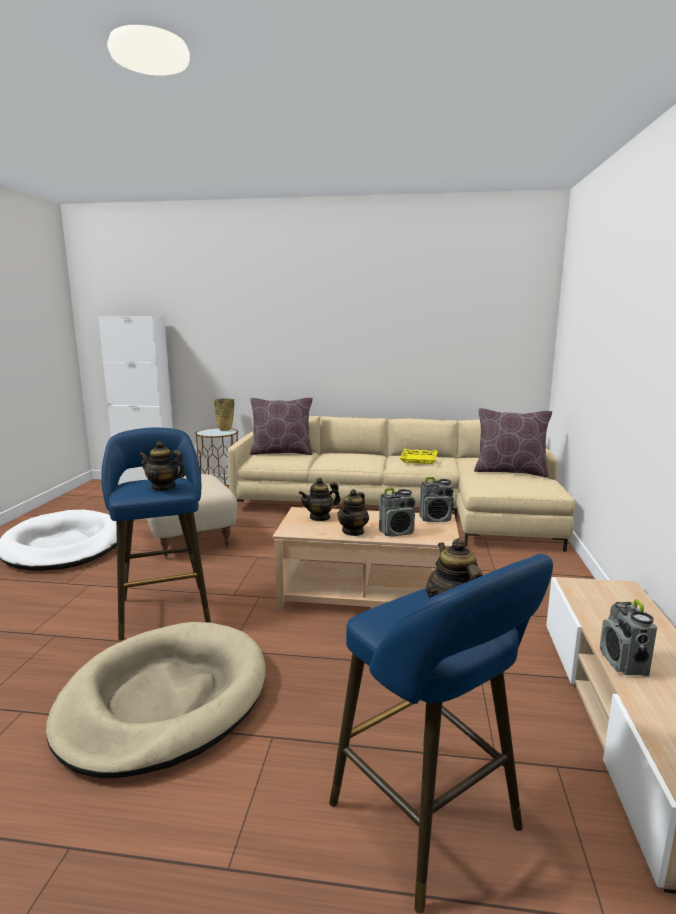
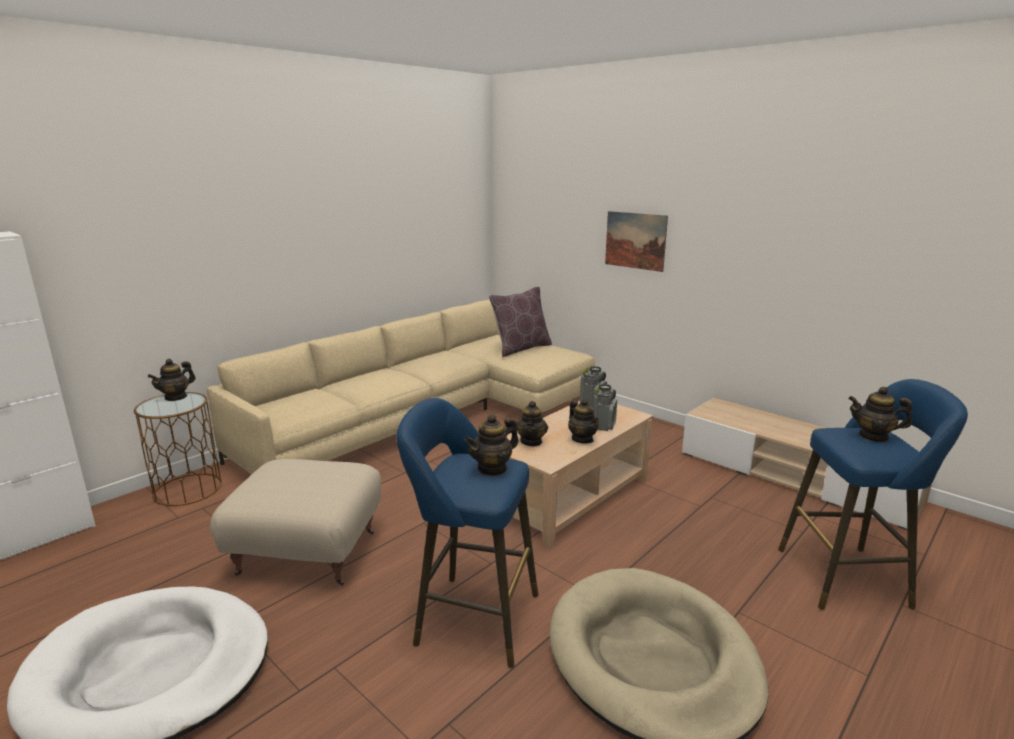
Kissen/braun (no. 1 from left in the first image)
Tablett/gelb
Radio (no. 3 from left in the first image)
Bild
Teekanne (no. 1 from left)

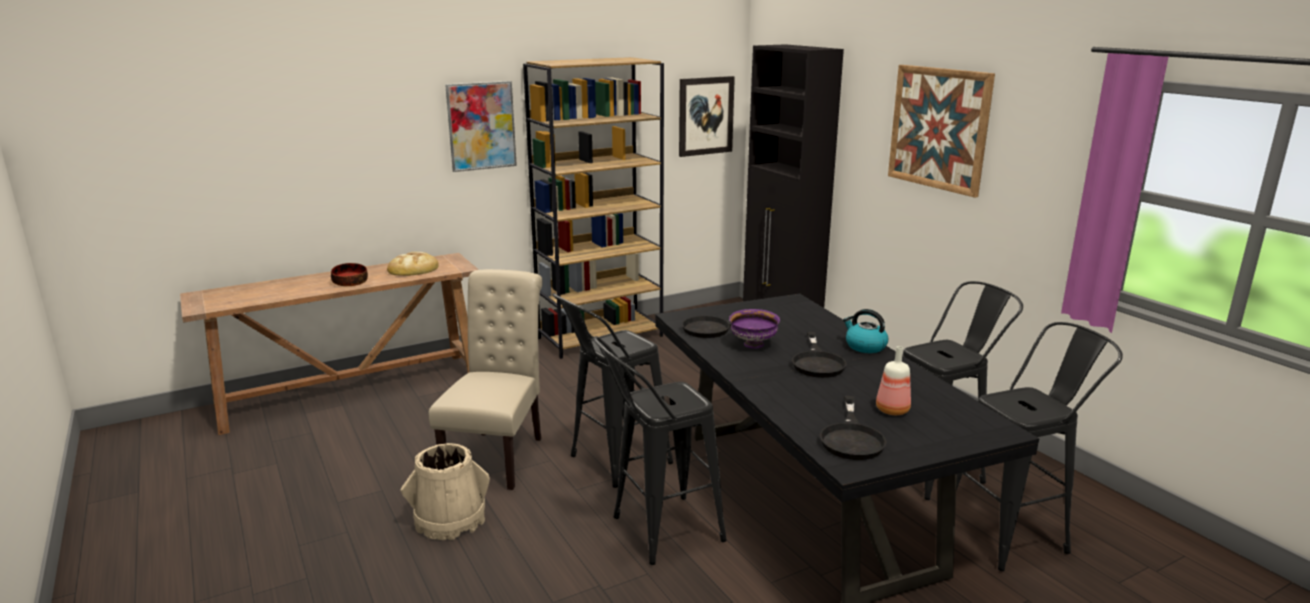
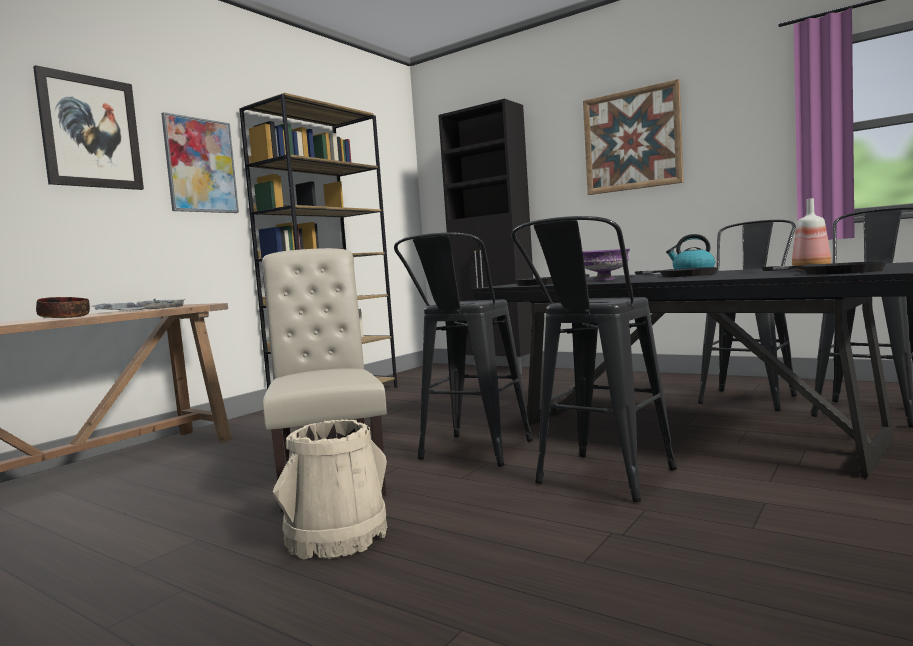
Bild (no. 1 from left)
Tablett/grau

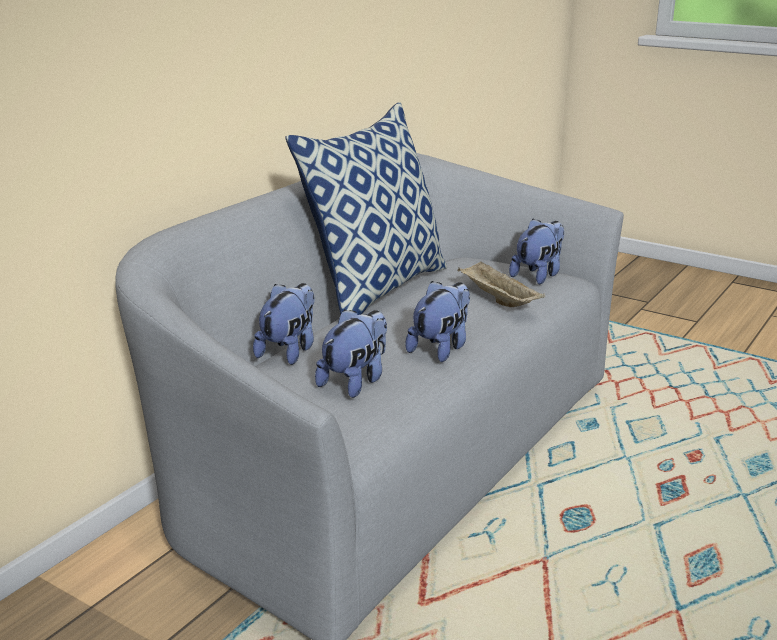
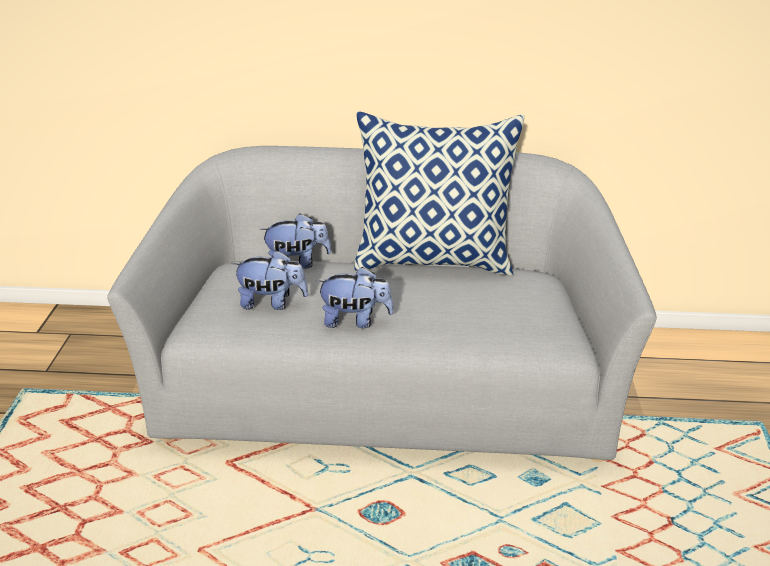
Tablett/beige
Plüschtier (no. 4 from left in the first image)

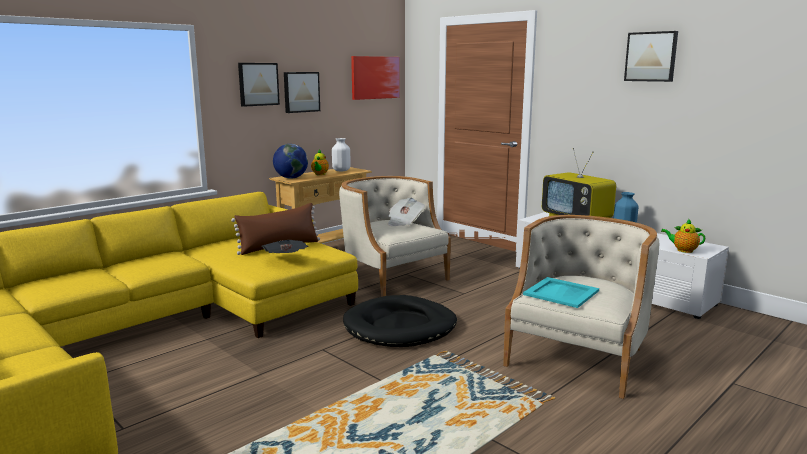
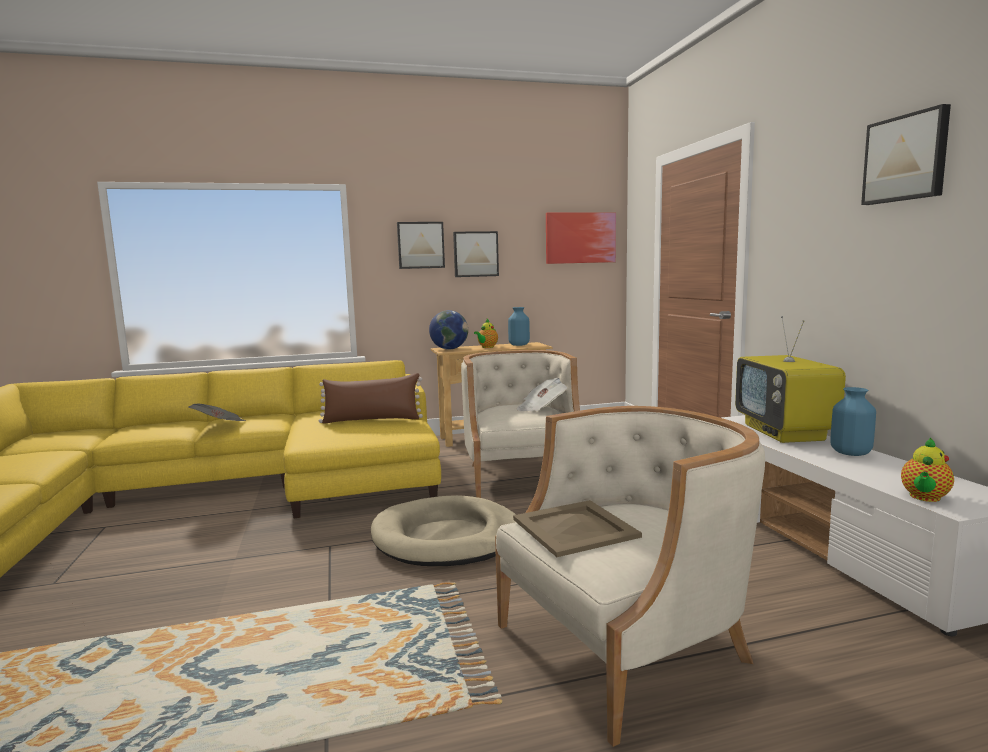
Zeitung (no. 1 from left)
Vase/blau (no. 1 from left)
Hundebett/beige
Tablett/beige
Teekanne (no. 2 from left)

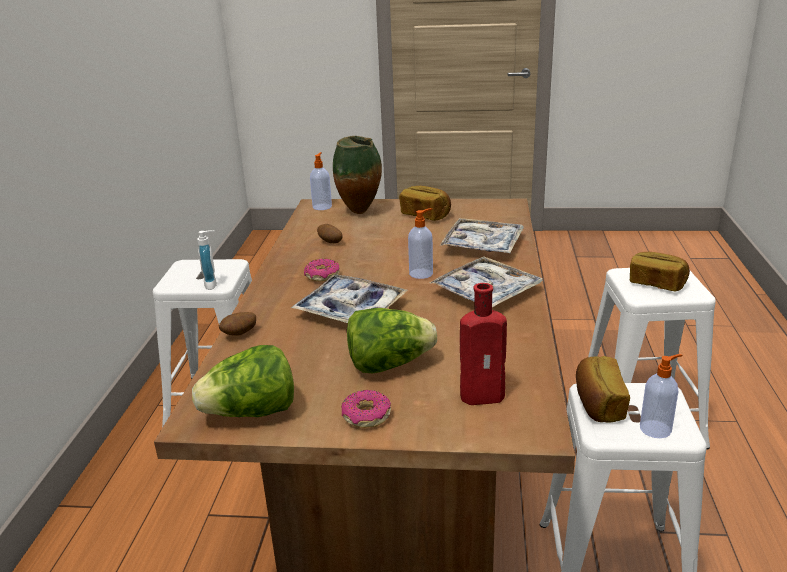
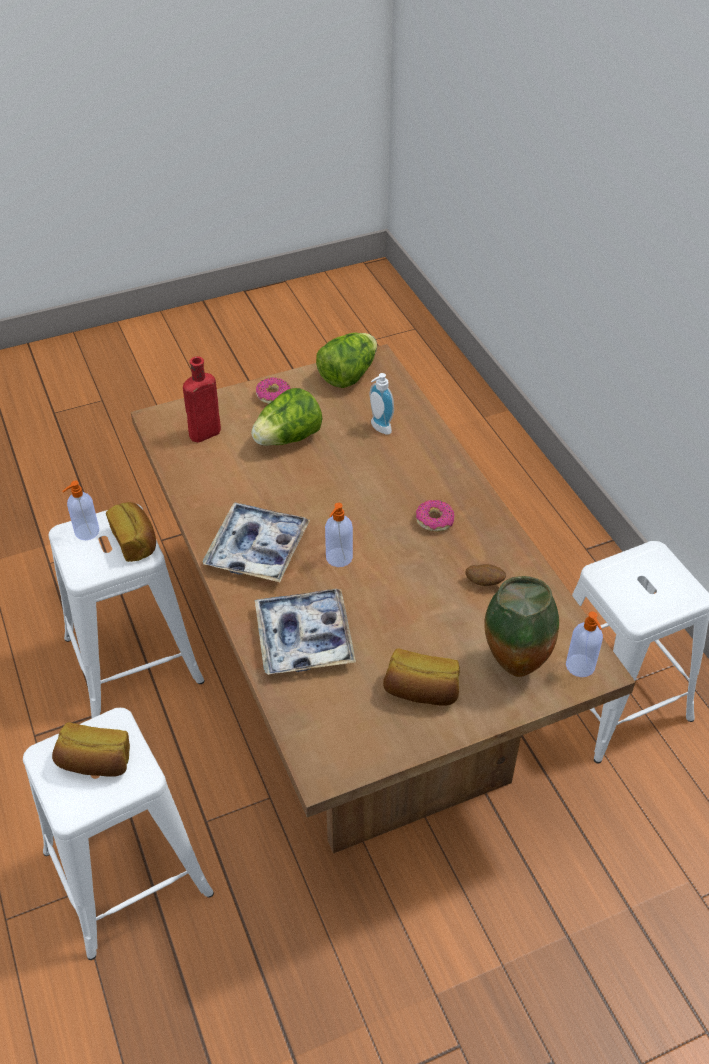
Kartoffel (no. 1 from left in the first image)
Tablett (no. 1 from left in the first image)
Seifenspender (no. 3 from left)

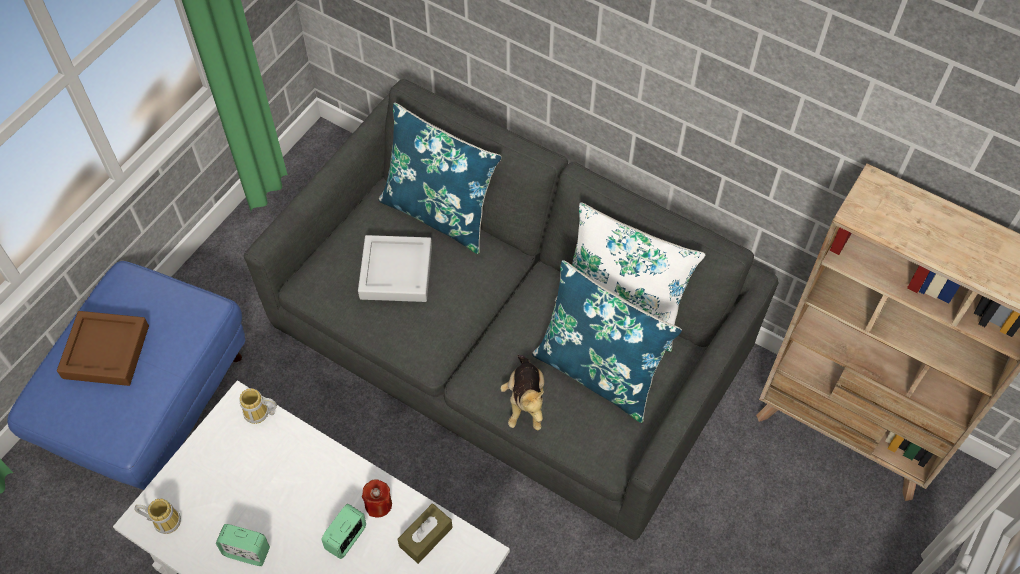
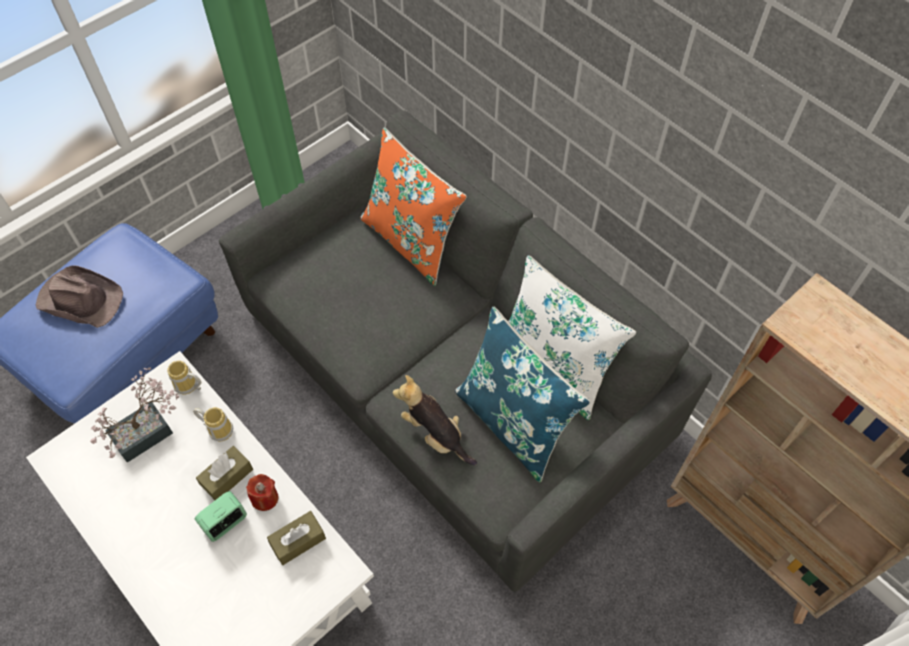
Wecker (no. 1 from left in the first image)
Tablett/grau
Topfpflanze
Taschentuchbox/braun (no. 1 from left)
Henkelbecher (no. 2 from left)
Hut/braun
Kissen/orange
Plüschtier

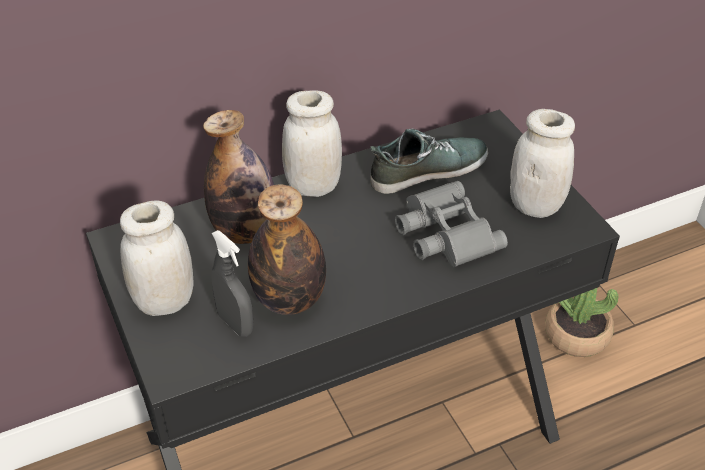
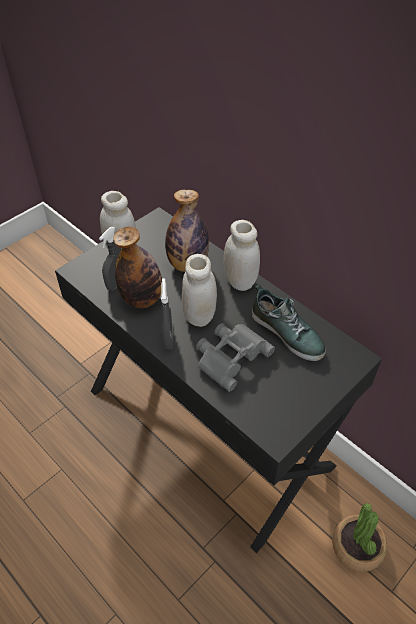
Sprühflasche/grau (no. 2 from left)
Vorratsglas/weiß (no. 2 from left)

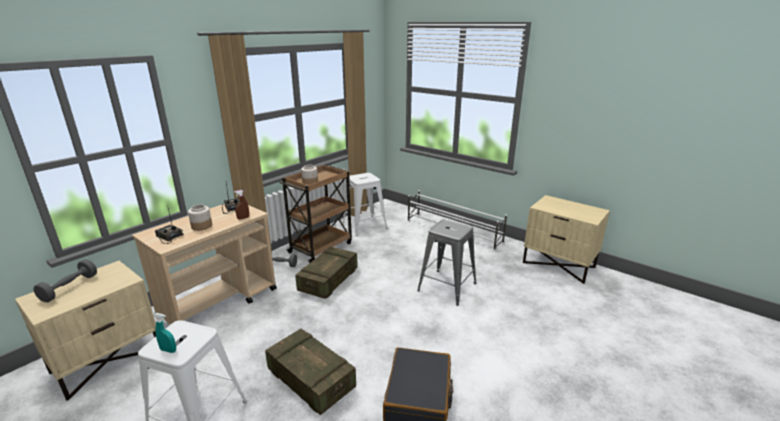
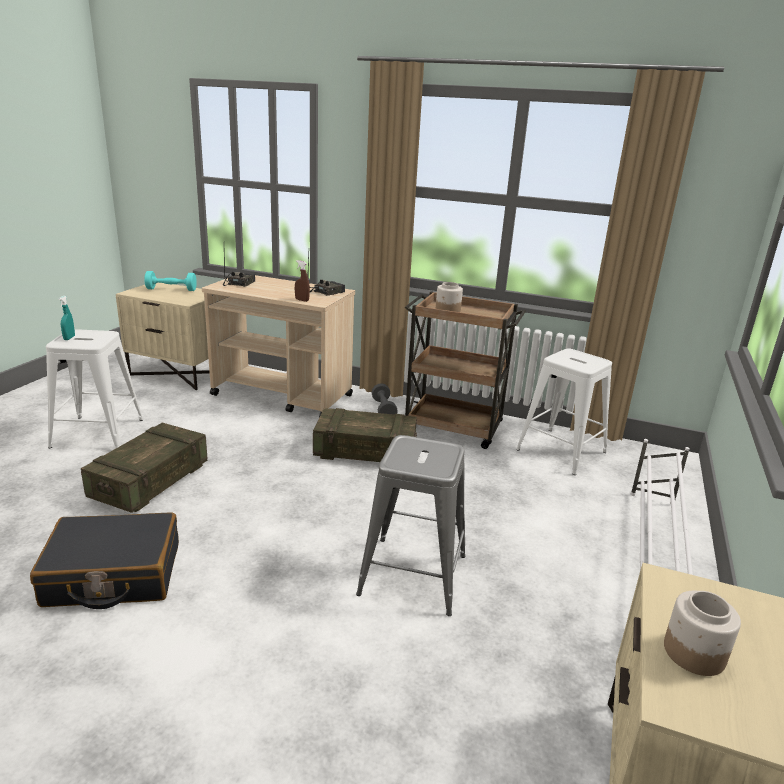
Vorratsglas (no. 2 from left)
Hantel/türkis

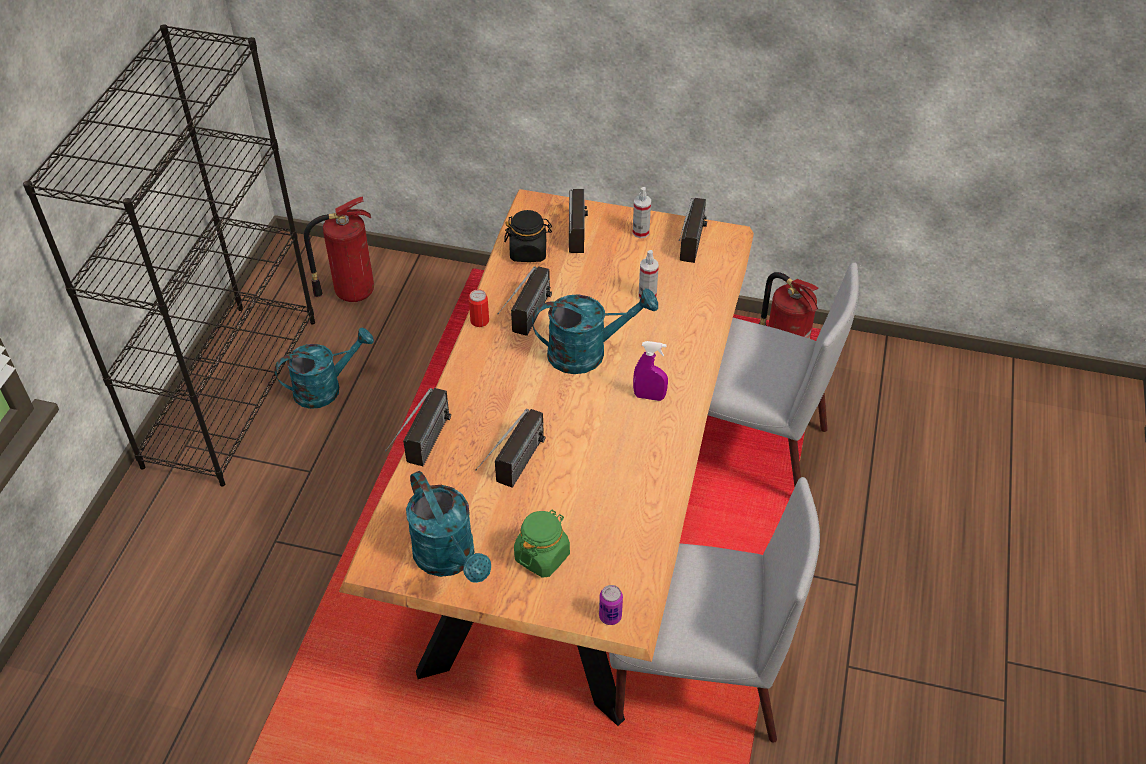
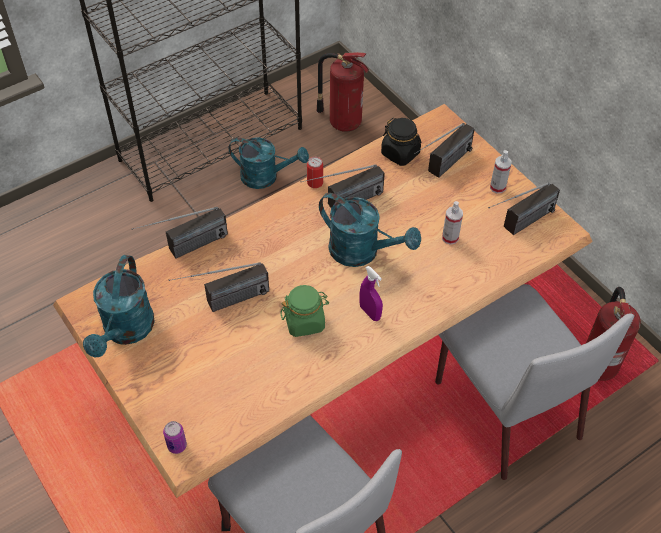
Vorratsglas/grün

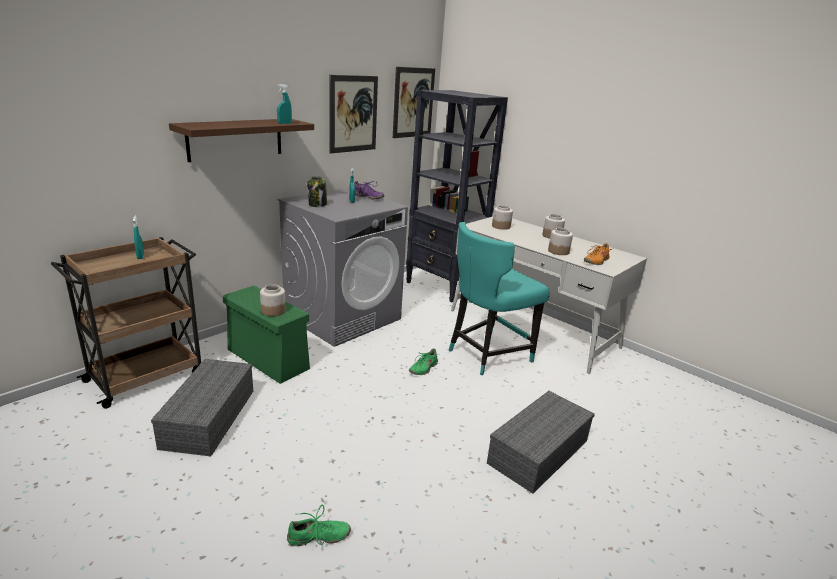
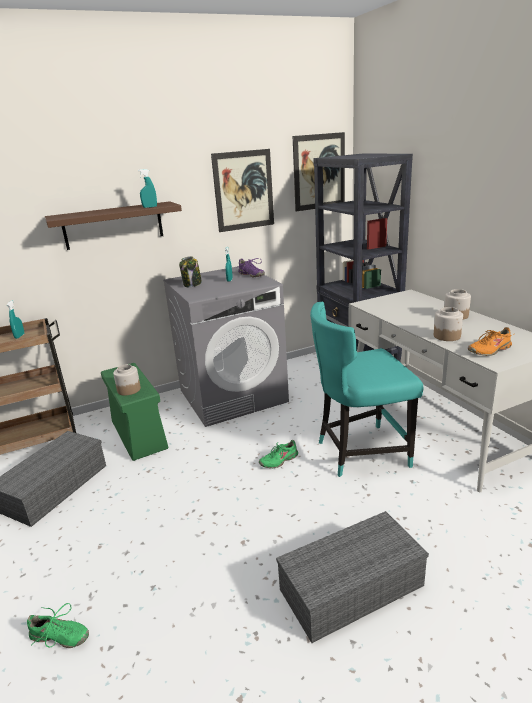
Vorratsglas (no. 3 from left in the first image)

